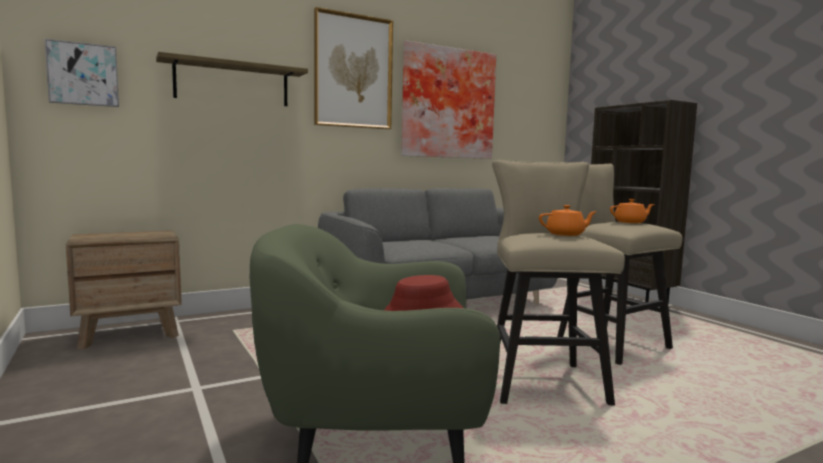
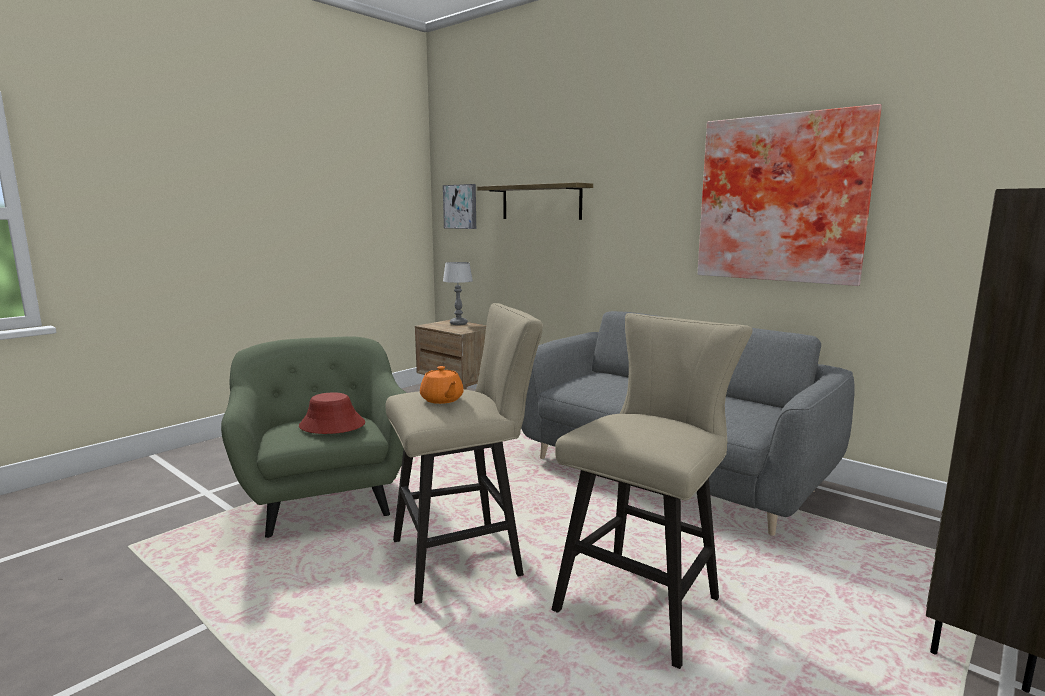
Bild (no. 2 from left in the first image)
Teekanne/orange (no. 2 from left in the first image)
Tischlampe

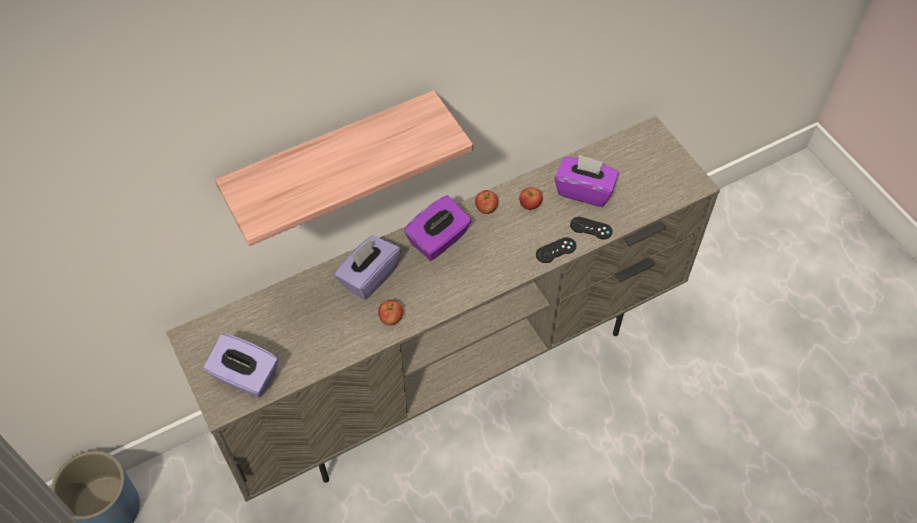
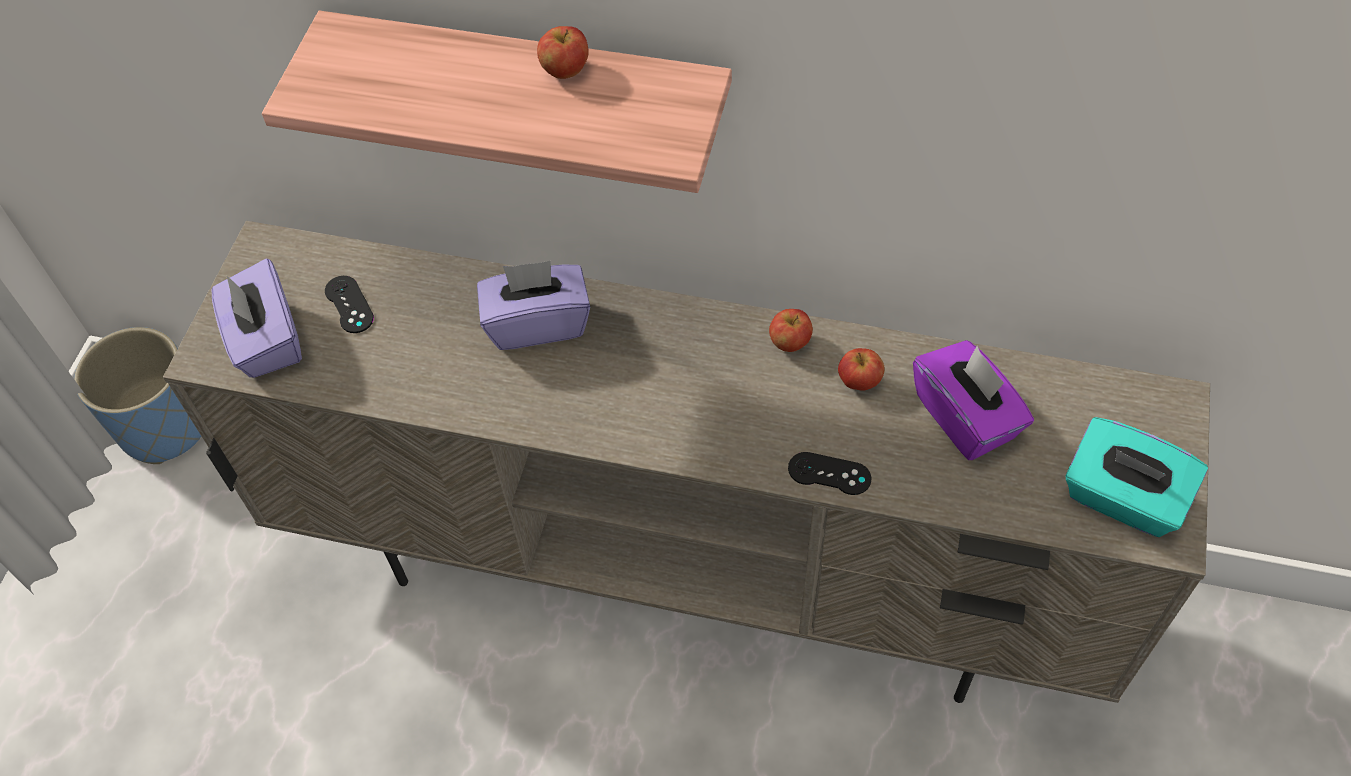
Taschentuchbox/lila (no. 3 from left in the first image)
Taschentuchbox/türkis
Apfel (no. 1 from left)
Gamepad/schwarz (no. 1 from left)

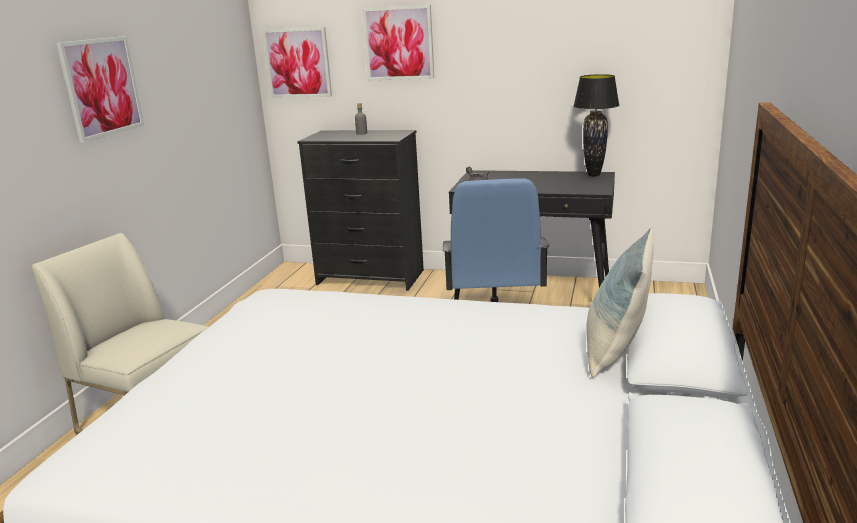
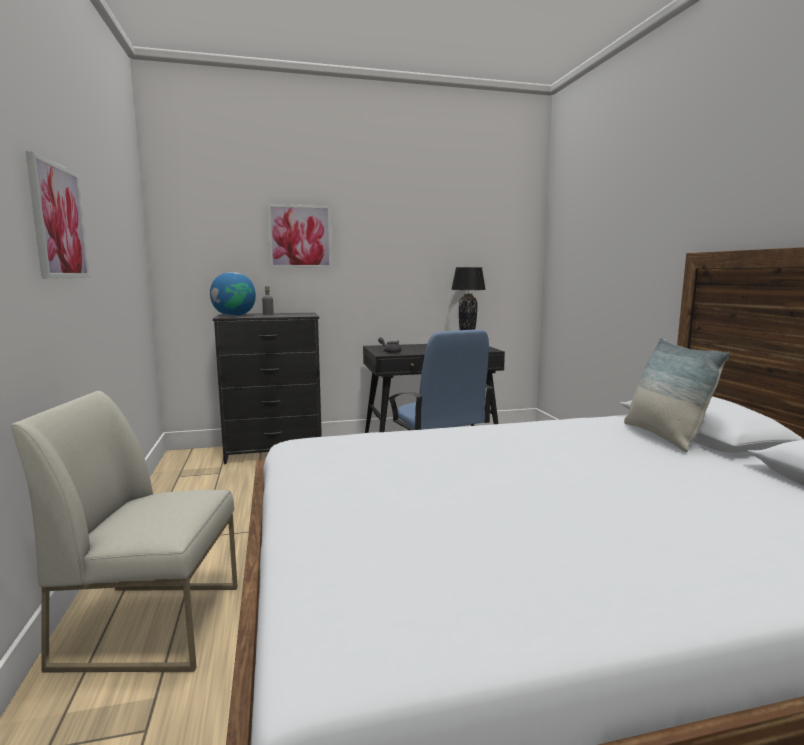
Bild (no. 2 from left in the first image)
Globus

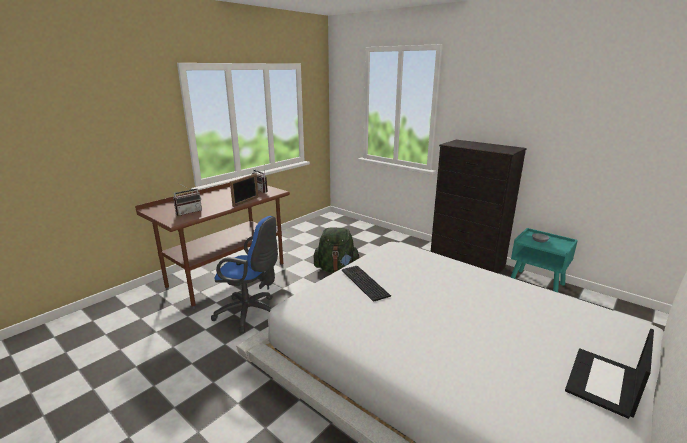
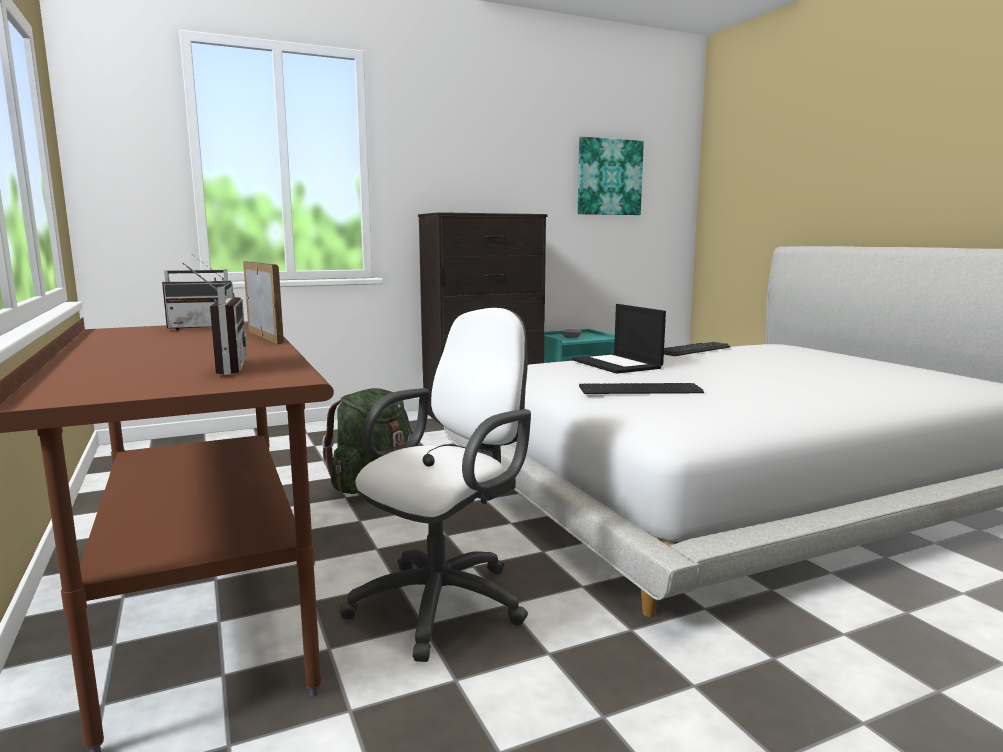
Bild
Tastatur (no. 2 from left)
Laptop
Bürostuhl/weiß

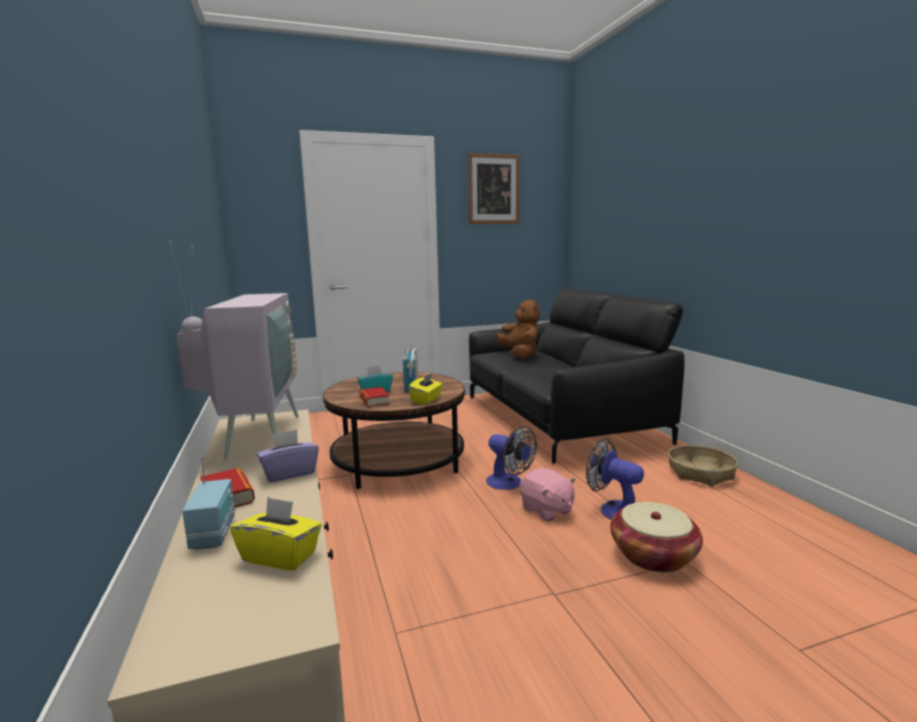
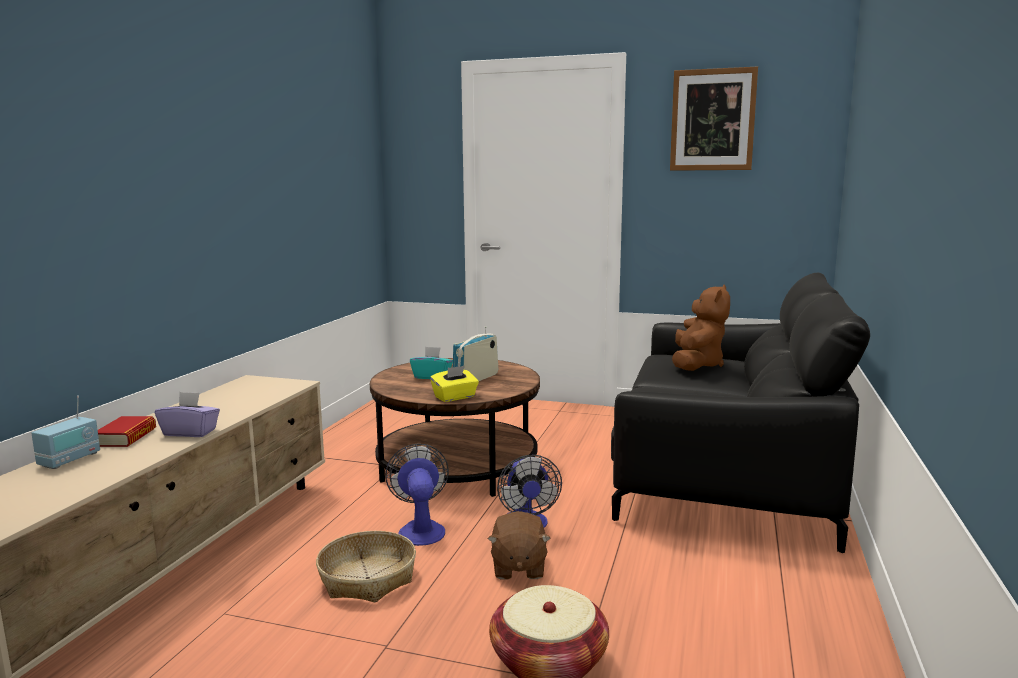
Fernseher
Taschentuchbox/gelb (no. 1 from left in the first image)
Buch (no. 2 from left in the first image)
Ventilator (no. 1 from left)
Korb (no. 1 from left)
Plüschtier/braun (no. 1 from left)

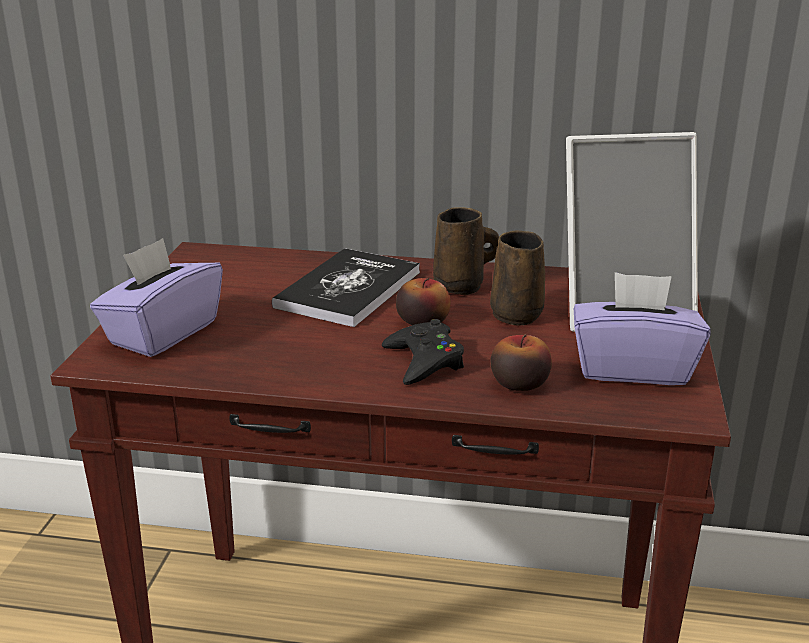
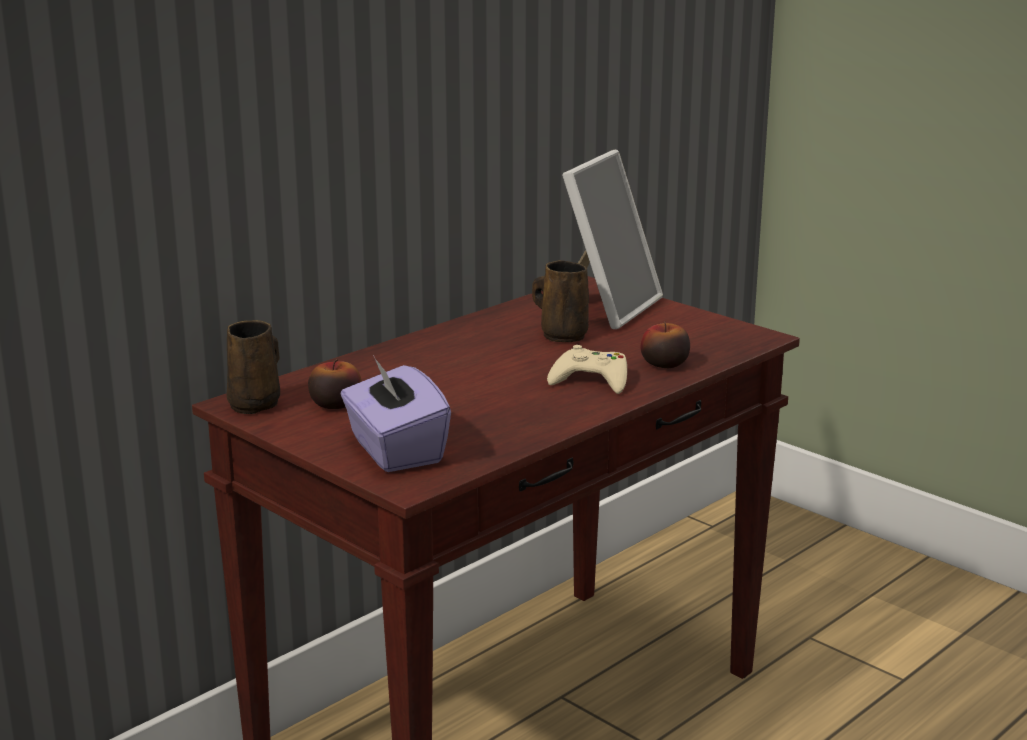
Buch
Taschentuchbox/lila (no. 2 from left in the first image)
Apfel (no. 1 from left)
Henkelbecher/braun (no. 1 from left)
Gamepad/beige

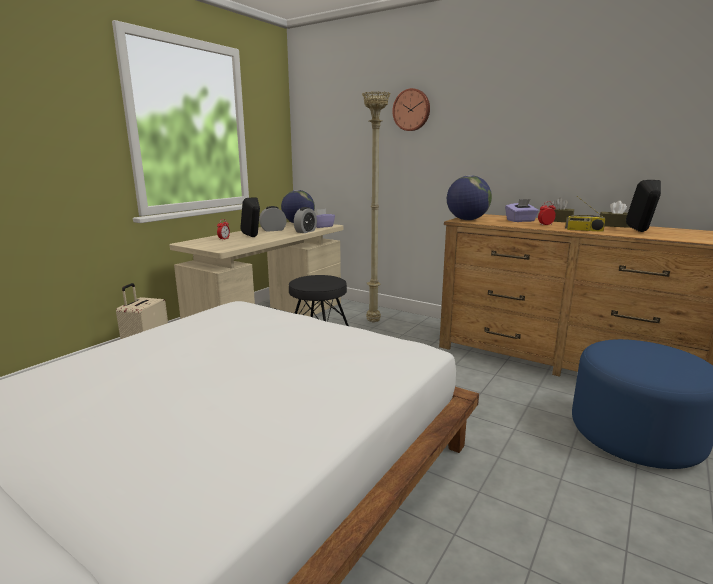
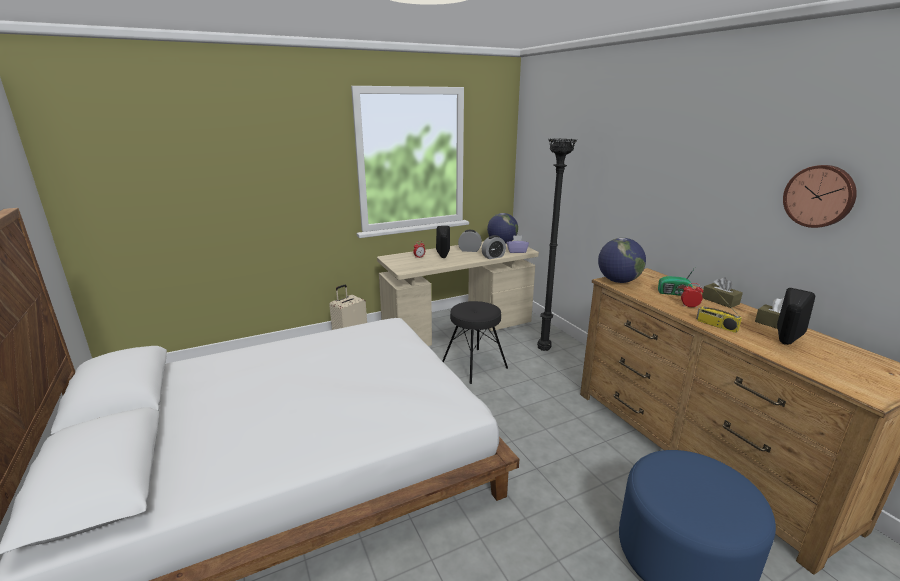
Wanduhr
Radio (no. 1 from left)
Stehlampe/schwarz

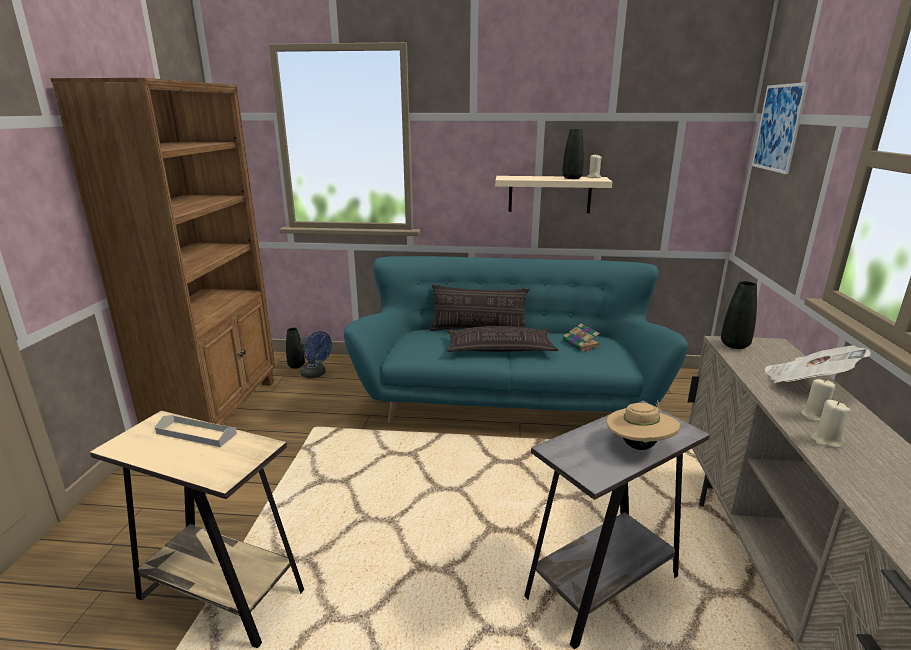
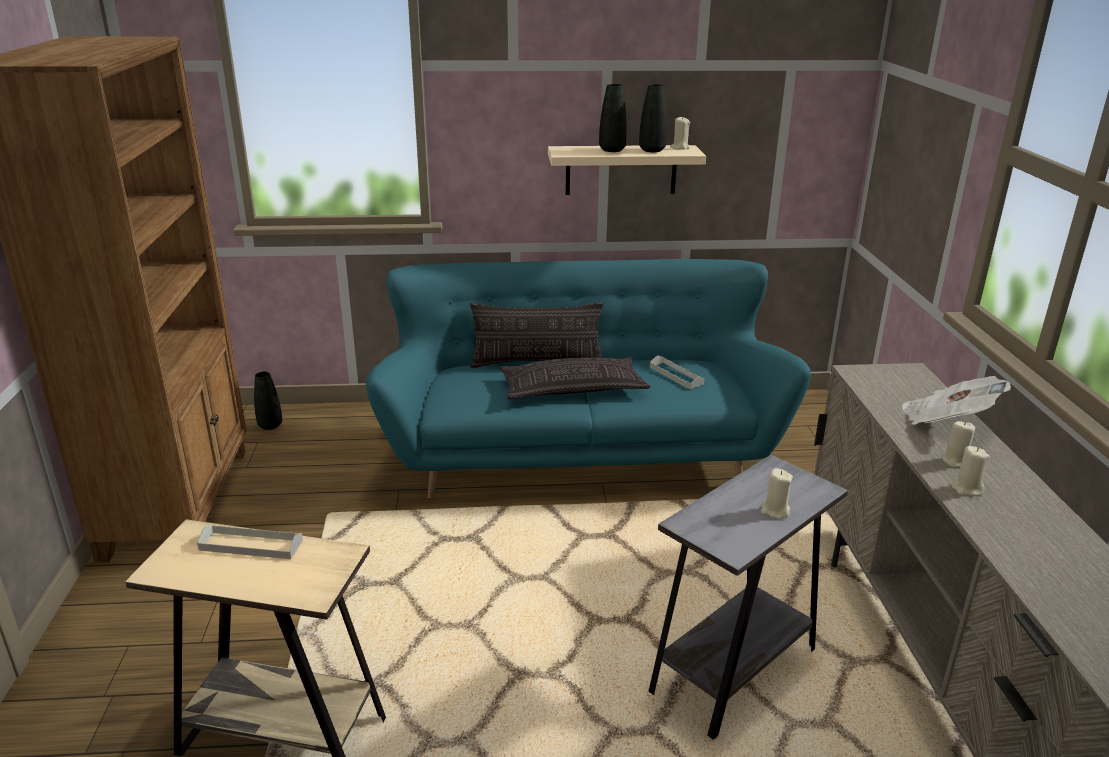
Ventilator/blau
Bild
Vase/schwarz (no. 2 from left)
Tablett/grau (no. 2 from left)
Kerze/beige (no. 2 from left)

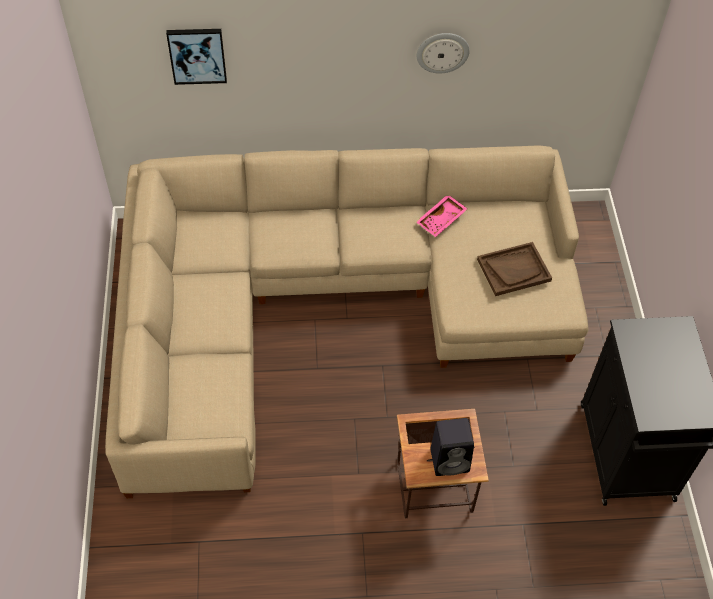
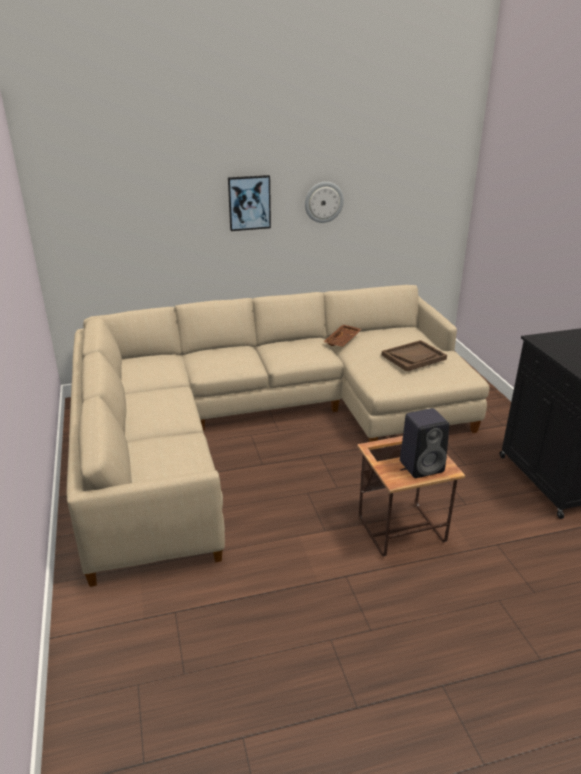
Bild
Tablett/braun (no. 1 from left)

